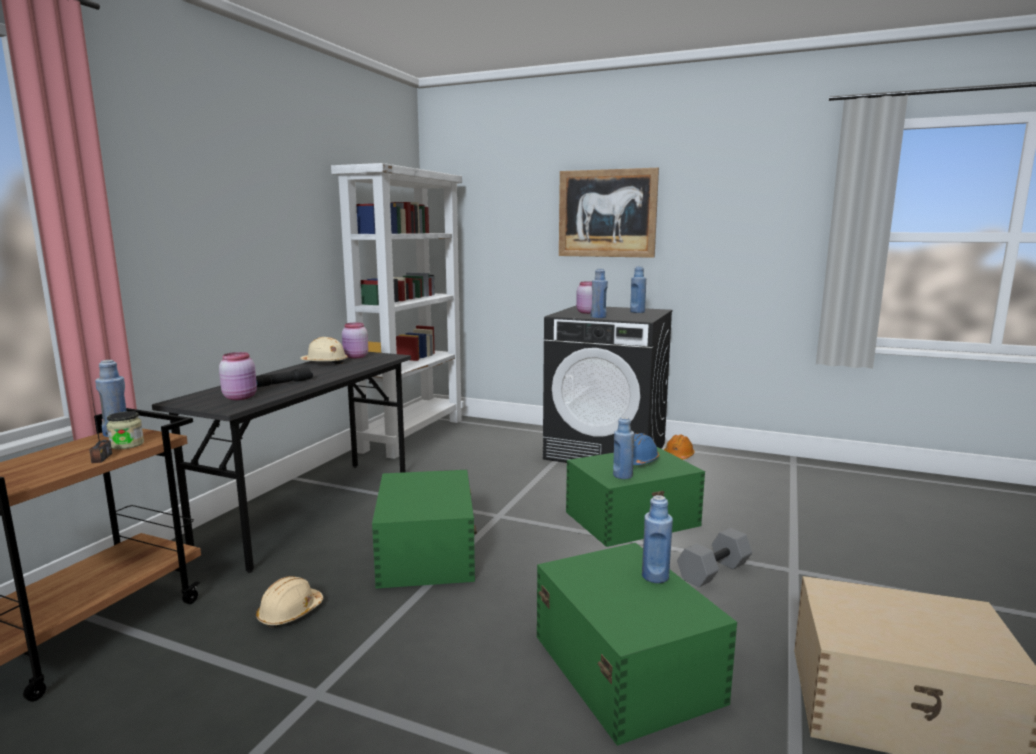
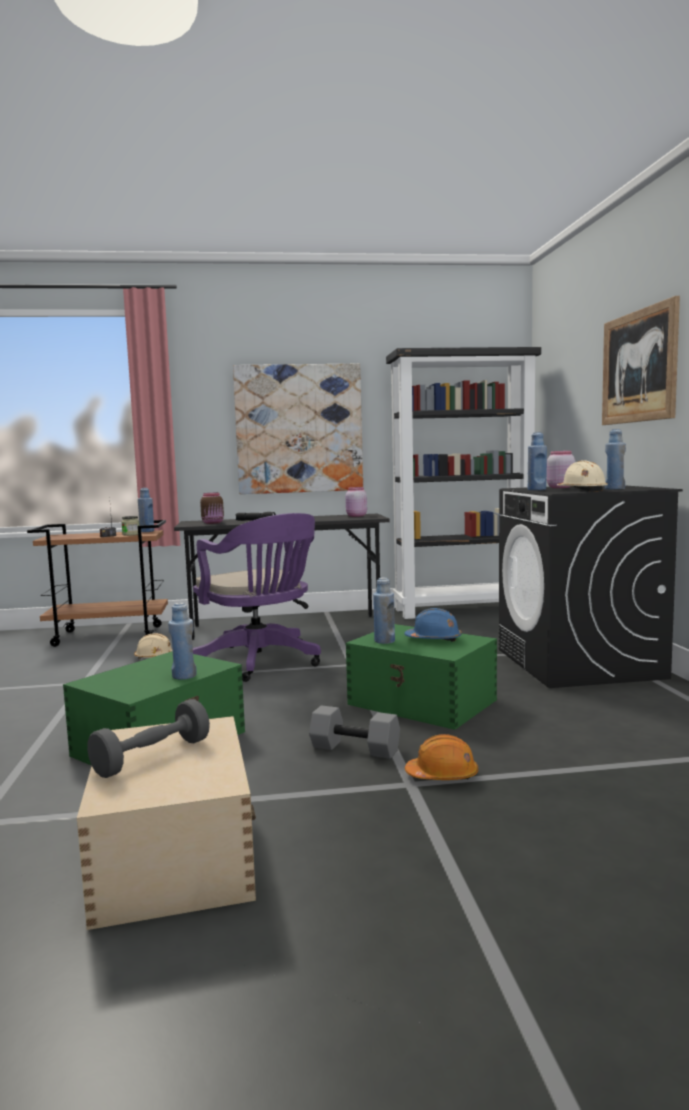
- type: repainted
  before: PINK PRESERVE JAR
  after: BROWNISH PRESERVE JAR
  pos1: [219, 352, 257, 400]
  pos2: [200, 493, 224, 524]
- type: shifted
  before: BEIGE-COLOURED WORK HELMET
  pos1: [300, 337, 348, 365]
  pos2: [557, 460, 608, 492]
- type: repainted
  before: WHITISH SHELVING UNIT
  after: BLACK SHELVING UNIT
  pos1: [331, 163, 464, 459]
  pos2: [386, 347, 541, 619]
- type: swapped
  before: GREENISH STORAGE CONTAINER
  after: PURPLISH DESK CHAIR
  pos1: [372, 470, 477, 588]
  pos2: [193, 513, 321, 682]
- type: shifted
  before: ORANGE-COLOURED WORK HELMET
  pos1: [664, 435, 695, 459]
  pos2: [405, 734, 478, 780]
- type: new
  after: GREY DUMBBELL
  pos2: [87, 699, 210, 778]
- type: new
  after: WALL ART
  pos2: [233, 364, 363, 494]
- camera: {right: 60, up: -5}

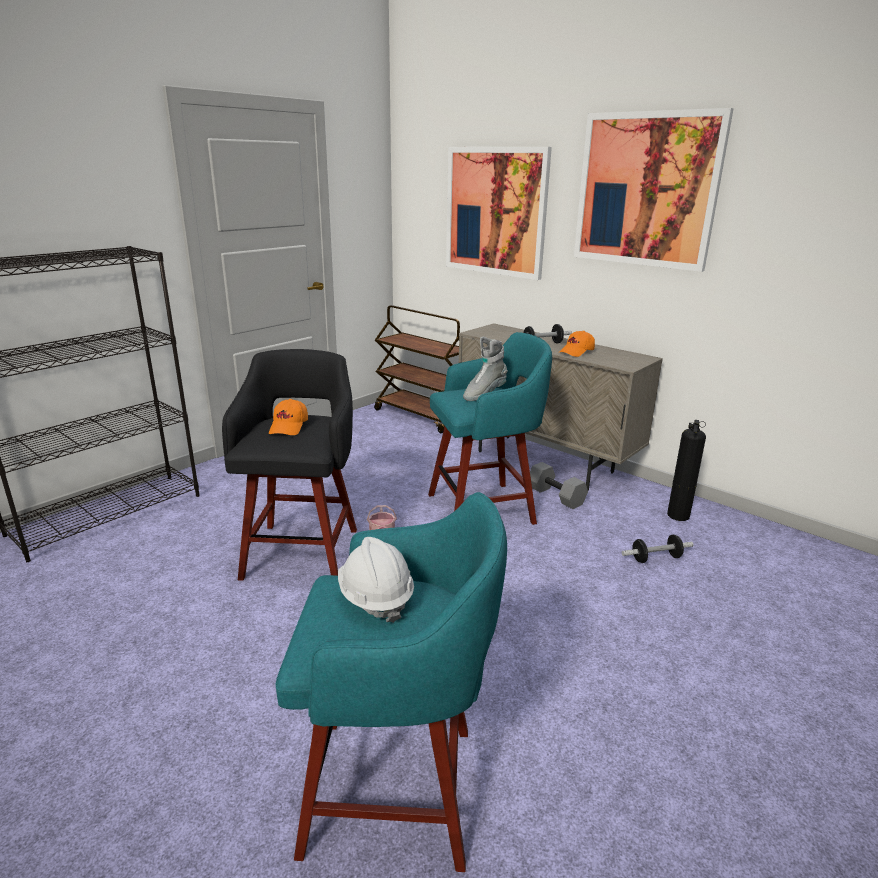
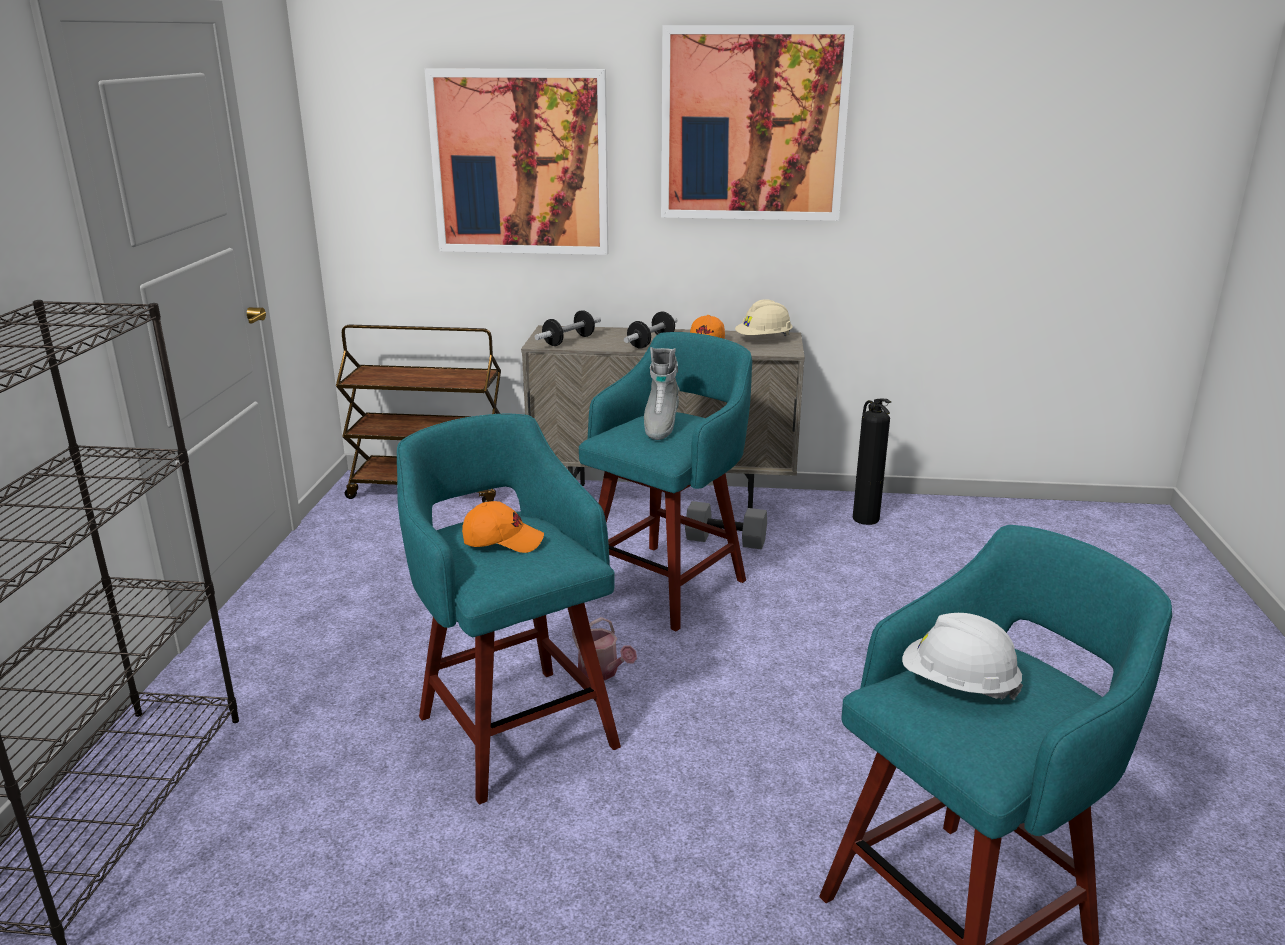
- type: repainted
  before: BLACK STOOL SEAT
  after: TURQUOISE-COLOURED STOOL SEAT
  pos1: [222, 349, 357, 581]
  pos2: [397, 414, 621, 805]
- type: rotated
  before: ORANGE-COLOURED BASEBALL CAP
  pos1: [269, 399, 308, 435]
  pos2: [462, 501, 544, 553]
  turn: -60
- type: shifted
  before: DUMBBELL
  pos1: [622, 535, 693, 563]
  pos2: [535, 310, 601, 346]
- type: new
  after: BEIGE-COLOURED WORK HELMET
  pos2: [735, 299, 793, 337]
- camera: {right: -35, up: 0}

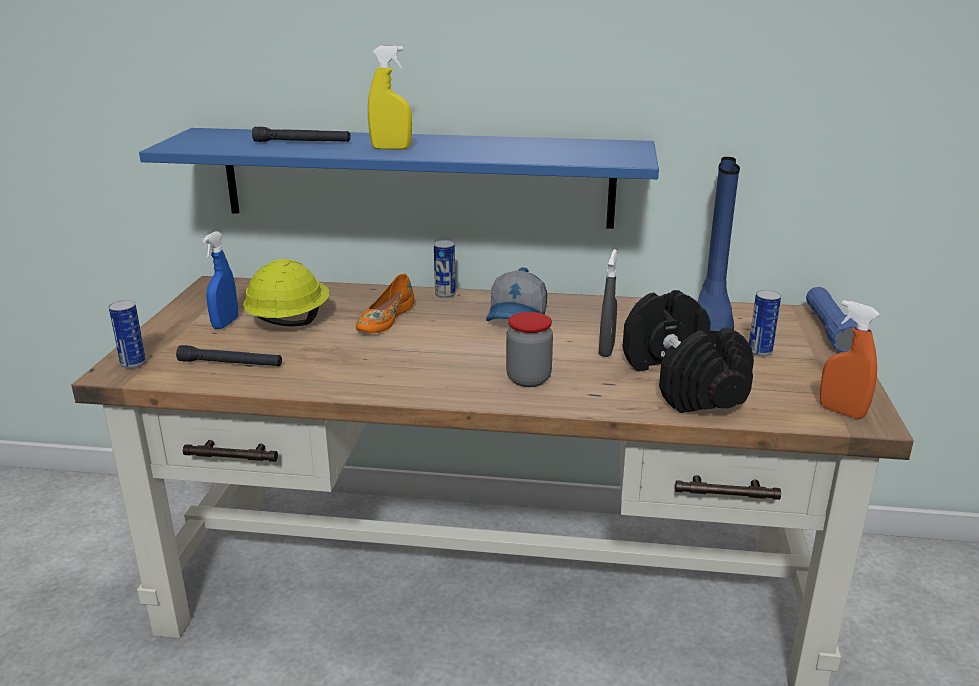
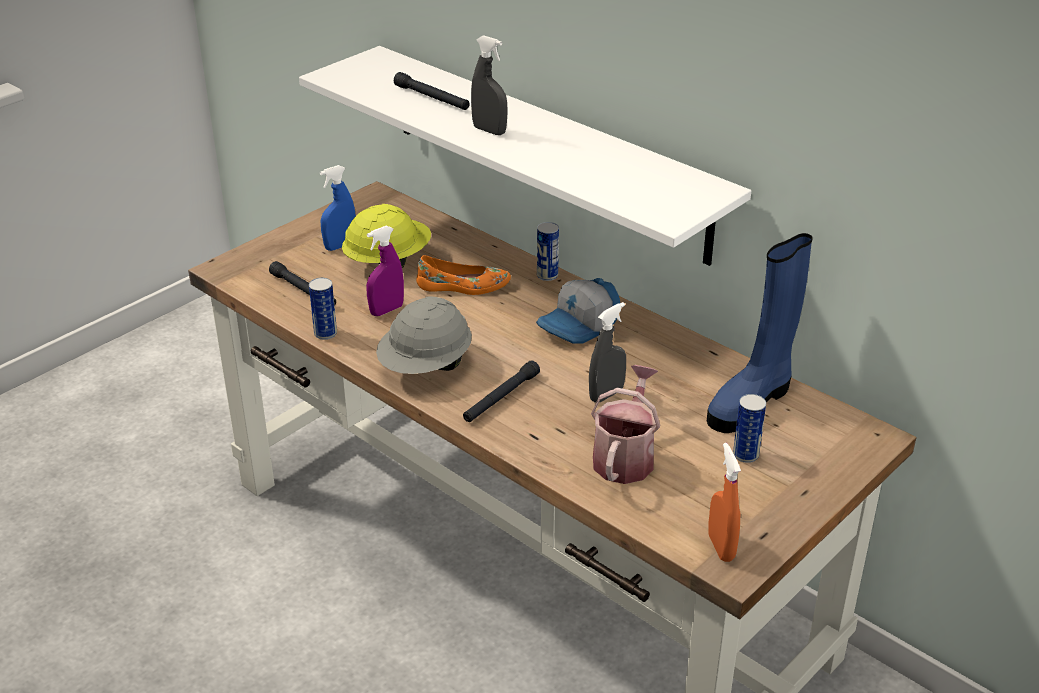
- type: shifted
  before: METAL CAN
  pos1: [109, 300, 146, 369]
  pos2: [309, 278, 337, 340]
- type: repainted
  before: BLUISH SHELF
  after: WHITISH SHELF
  pos1: [139, 128, 659, 229]
  pos2: [299, 46, 751, 266]
- type: rotated
  before: ORANGE-COLOURED LOW SHOE
  pos1: [356, 274, 414, 333]
  pos2: [416, 255, 511, 295]
  turn: -150
- type: repainted
  before: YELLOW-COLOURED HAND SPRAYER
  after: GREY HAND SPRAYER
  pos1: [368, 45, 412, 150]
  pos2: [471, 35, 508, 135]
- type: swapped
  before: PRESERVE JAR
  after: BLACK FLASHLIGHT
  pos1: [506, 312, 553, 387]
  pos2: [463, 360, 540, 422]
- type: swapped
  before: BLACK DUMBBELL
  after: SPRINKLING CAN
  pos1: [623, 290, 754, 413]
  pos2: [591, 365, 661, 484]
- type: gone
  before: BLUISH FLASHLIGHT
  pos1: [806, 287, 857, 352]
- type: new
  after: PURPLISH HAND SPRAYER
  pos2: [366, 226, 404, 316]
- type: new
  after: GREY WORK HELMET
  pos2: [376, 296, 472, 374]
- camera: {right: 35, up: 10}

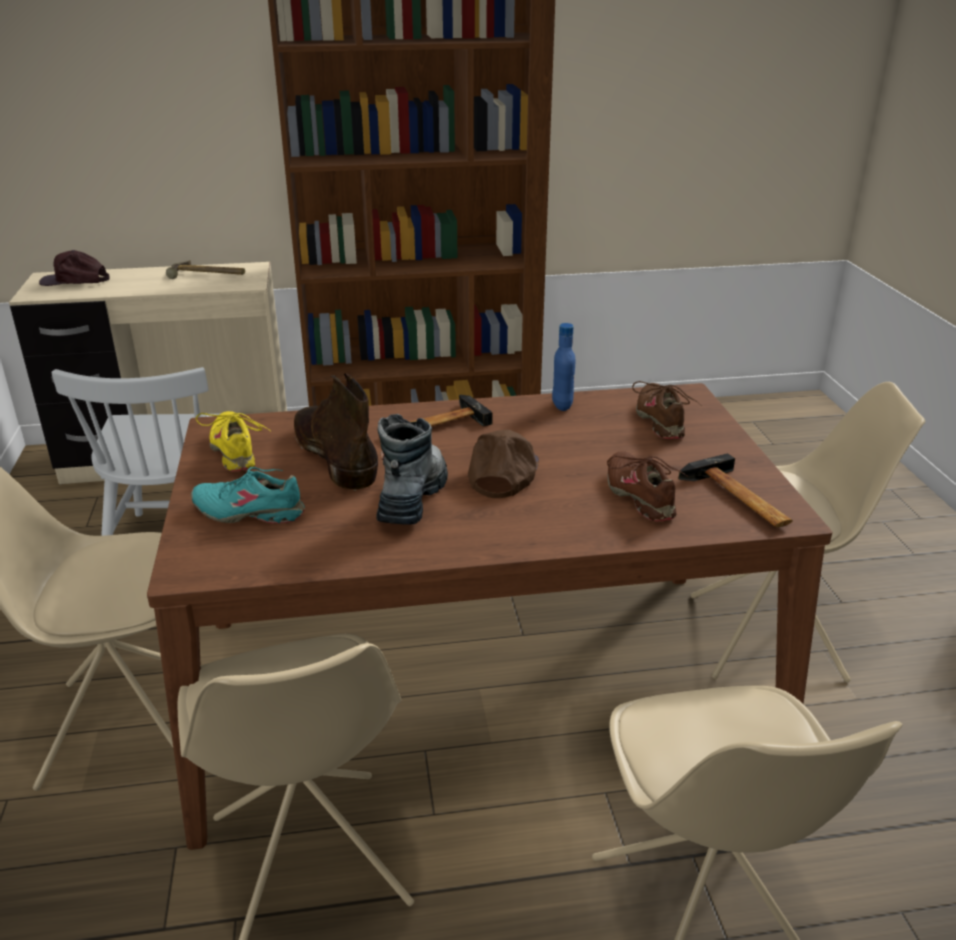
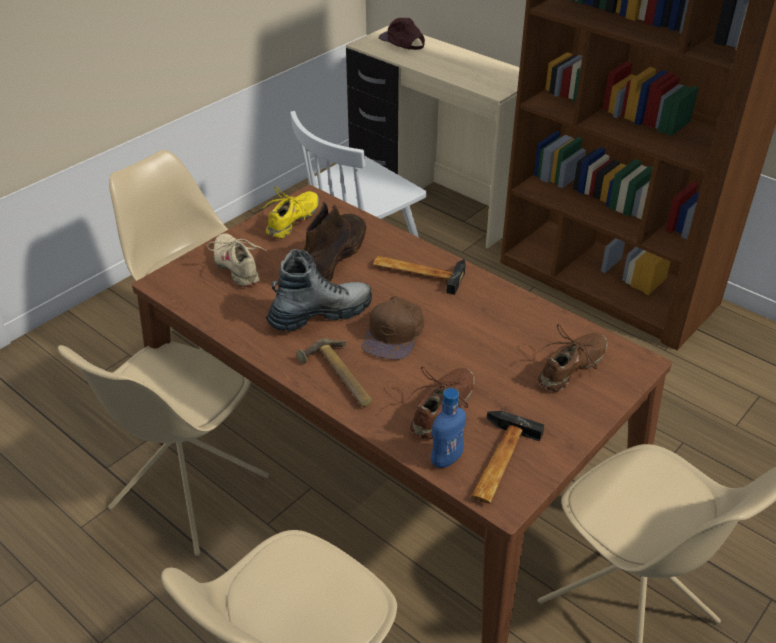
- type: shifted
  before: TOOL HAMMER
  pos1: [166, 260, 245, 279]
  pos2: [297, 338, 372, 406]
- type: repainted
  before: TURQUOISE-COLOURED LOW SHOE
  after: BEIGE-COLOURED LOW SHOE
  pos1: [191, 467, 305, 523]
  pos2: [207, 233, 267, 287]
- type: rotated
  before: BROWNISH BASEBALL CAP
  pos1: [468, 430, 539, 498]
  pos2: [362, 296, 424, 360]
  turn: 135
- type: shifted
  before: BLUISH BOTTLE
  pos1: [552, 323, 575, 411]
  pos2: [431, 388, 466, 468]
- camera: {right: 50, up: 10}

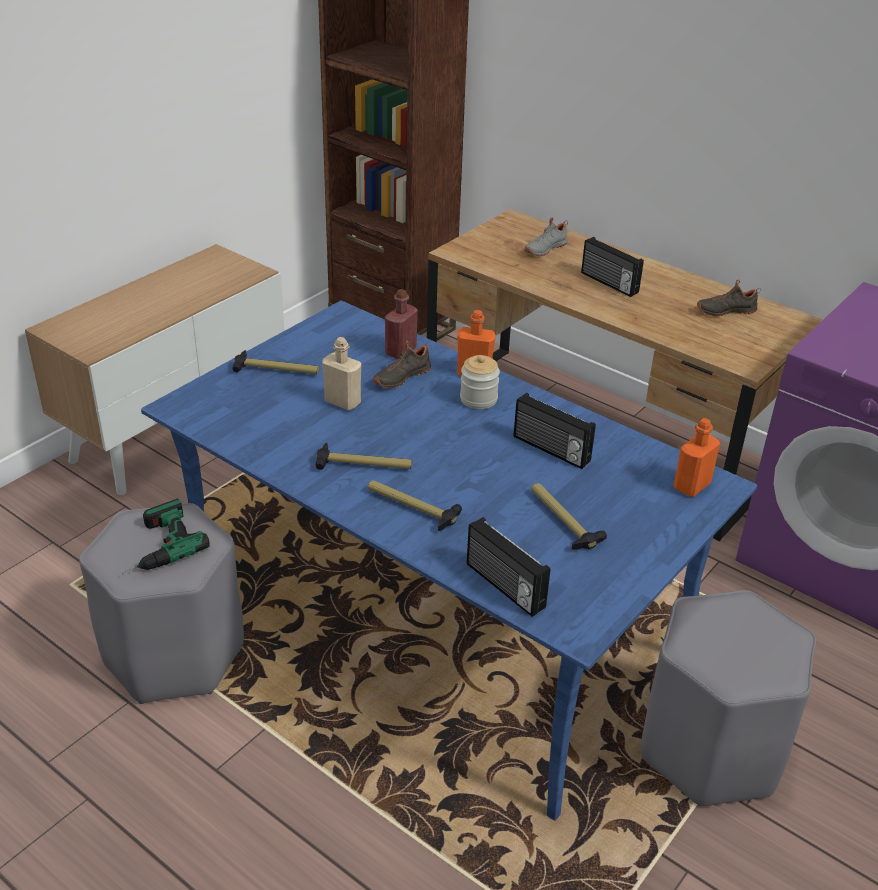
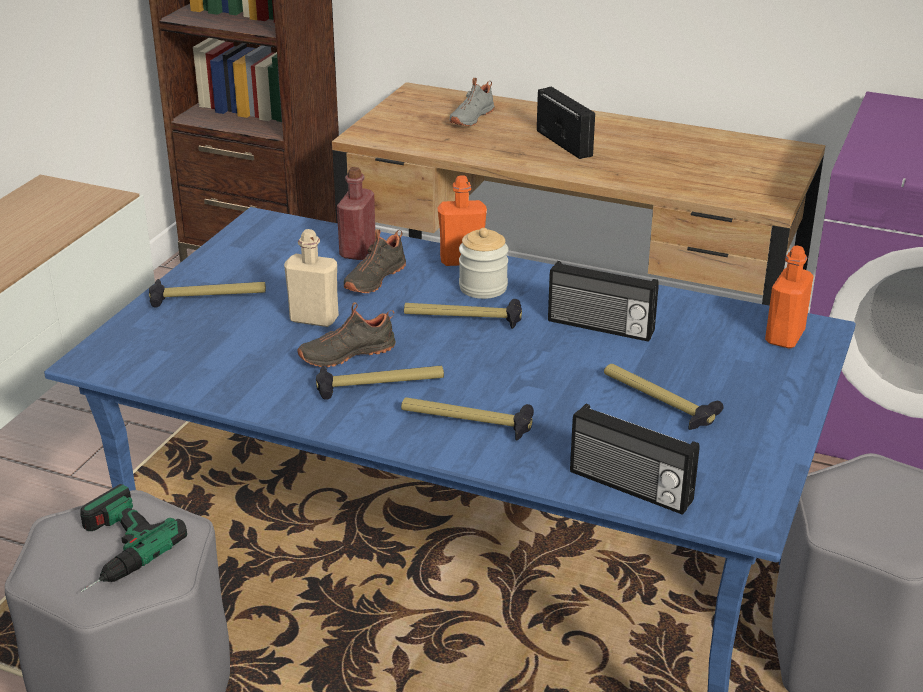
- type: rotated
  before: RADIO RECEIVER
  pos1: [581, 237, 644, 297]
  pos2: [537, 87, 595, 159]
  turn: -150
- type: shifted
  before: BLACK LOW SHOE
  pos1: [697, 279, 760, 317]
  pos2: [297, 302, 396, 367]
- type: new
  after: TOOL HAMMER
  pos2: [404, 299, 522, 329]
- camera: {right: -15, up: -5}

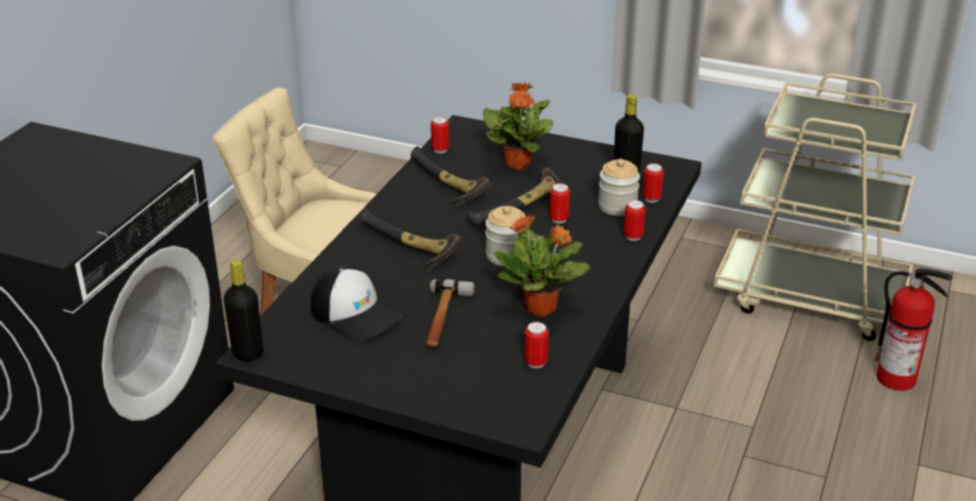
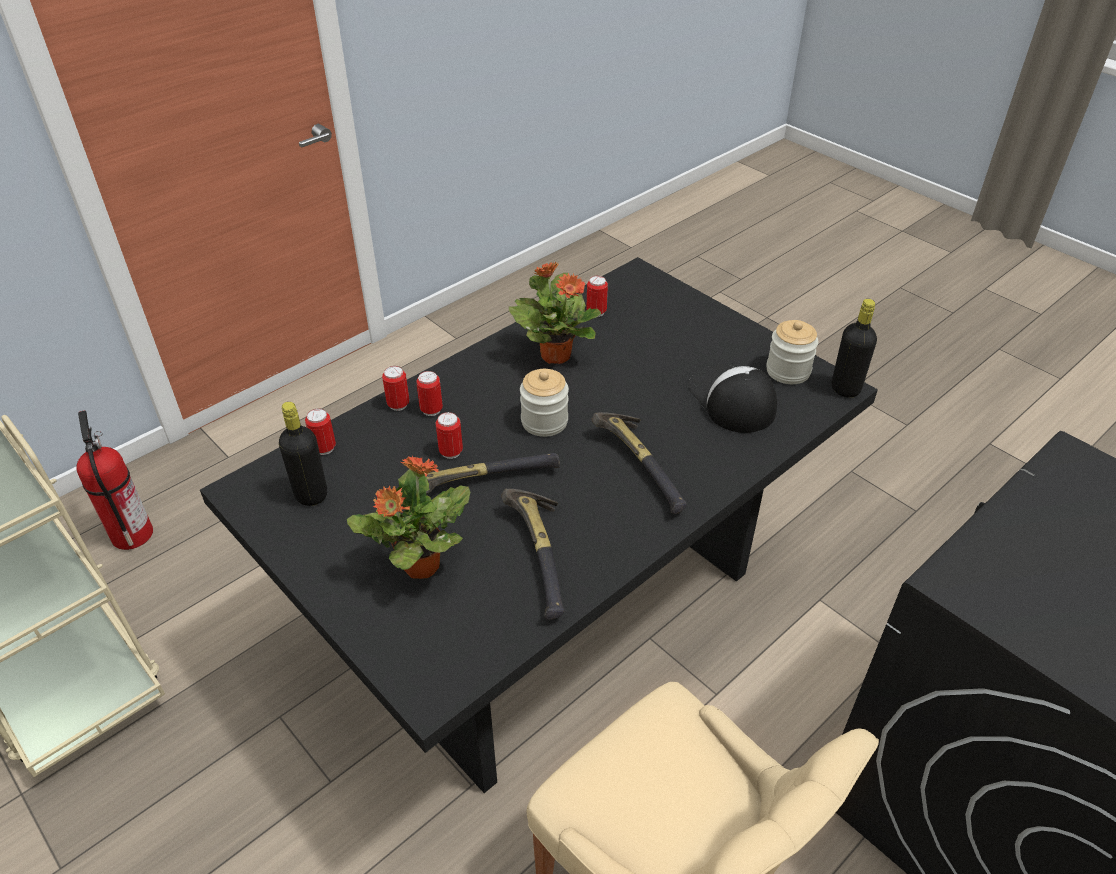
- type: gone
  before: TOOL HAMMER
  pos1: [426, 279, 475, 347]
- type: shifted
  before: METAL CAN
  pos1: [431, 116, 449, 153]
  pos2: [416, 371, 443, 416]
- type: shifted
  before: PRESERVE JAR
  pos1: [598, 159, 640, 216]
  pos2: [766, 320, 819, 384]
- camera: {right: -155, up: 10}

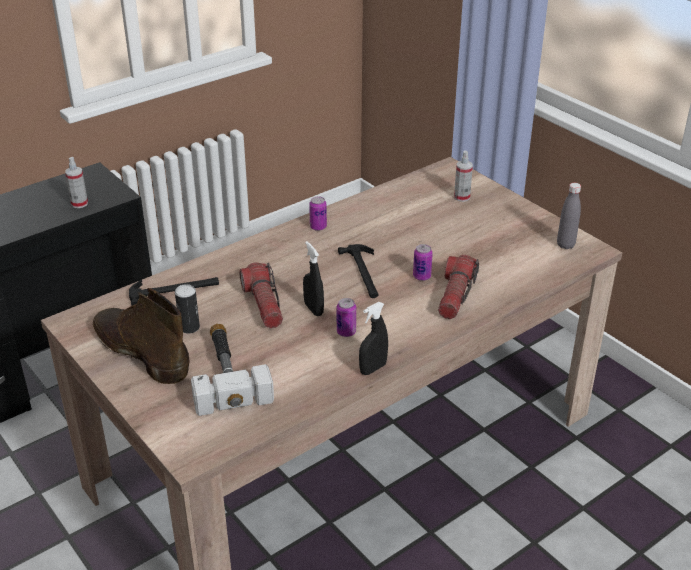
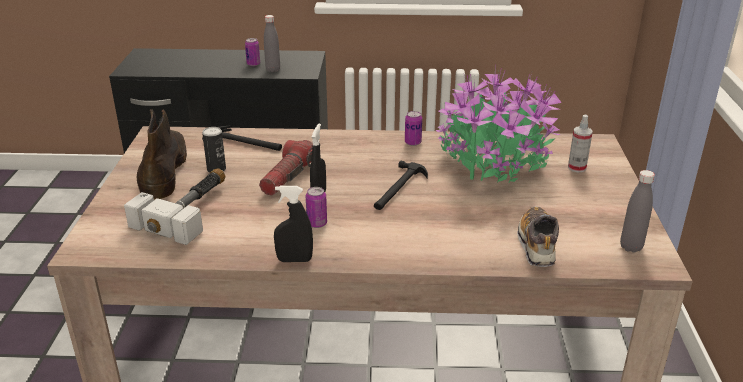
- type: swapped
  before: HAND SPRAYER
  after: GREY BOTTLE
  pos1: [65, 157, 88, 208]
  pos2: [264, 15, 280, 72]
- type: shifted
  before: METAL CAN
  pos1: [413, 244, 433, 281]
  pos2: [245, 38, 260, 66]
- type: gone
  before: FLASHLIGHT
  pos1: [438, 255, 479, 319]
- type: new
  after: PLANT IN A POT
  pos2: [436, 65, 562, 184]
- type: new
  after: LOW SHOE
  pos2: [517, 206, 559, 267]
- camera: {right: 40, up: -5}

